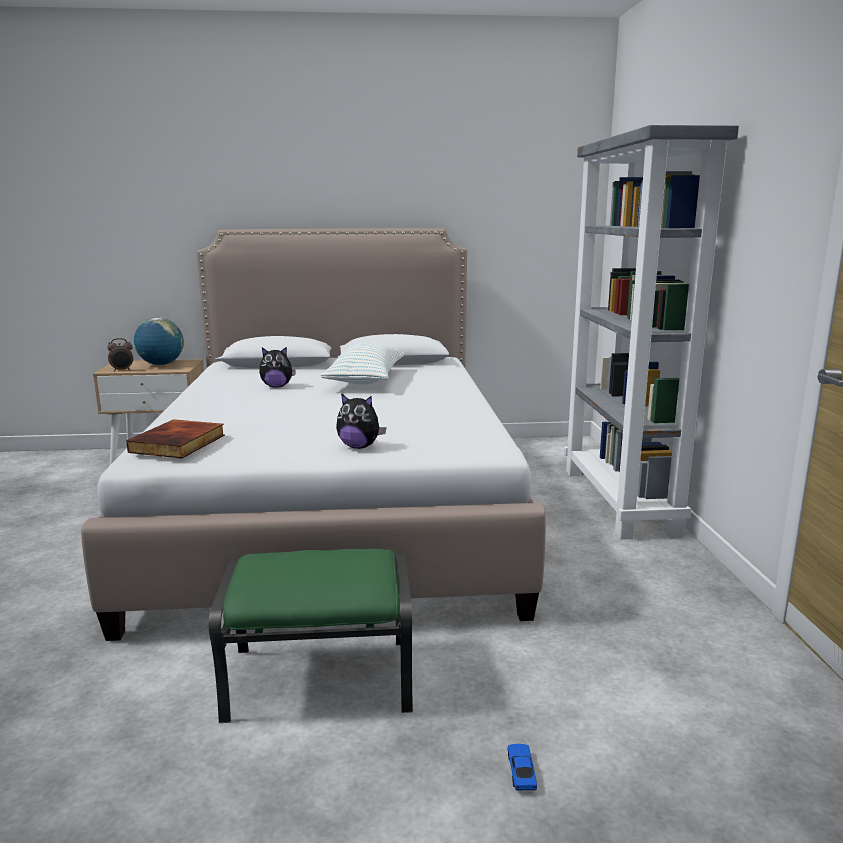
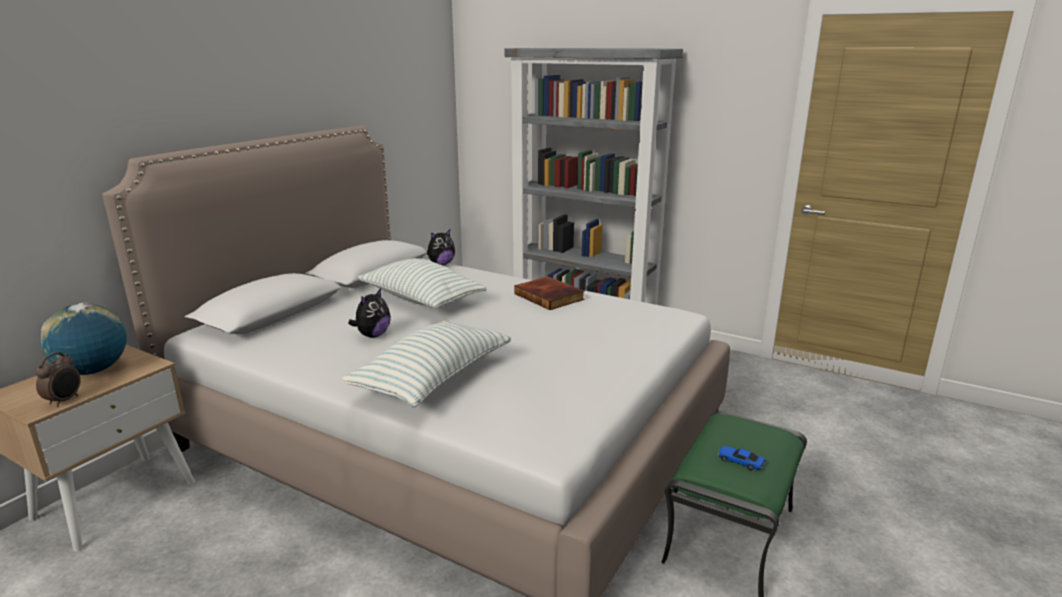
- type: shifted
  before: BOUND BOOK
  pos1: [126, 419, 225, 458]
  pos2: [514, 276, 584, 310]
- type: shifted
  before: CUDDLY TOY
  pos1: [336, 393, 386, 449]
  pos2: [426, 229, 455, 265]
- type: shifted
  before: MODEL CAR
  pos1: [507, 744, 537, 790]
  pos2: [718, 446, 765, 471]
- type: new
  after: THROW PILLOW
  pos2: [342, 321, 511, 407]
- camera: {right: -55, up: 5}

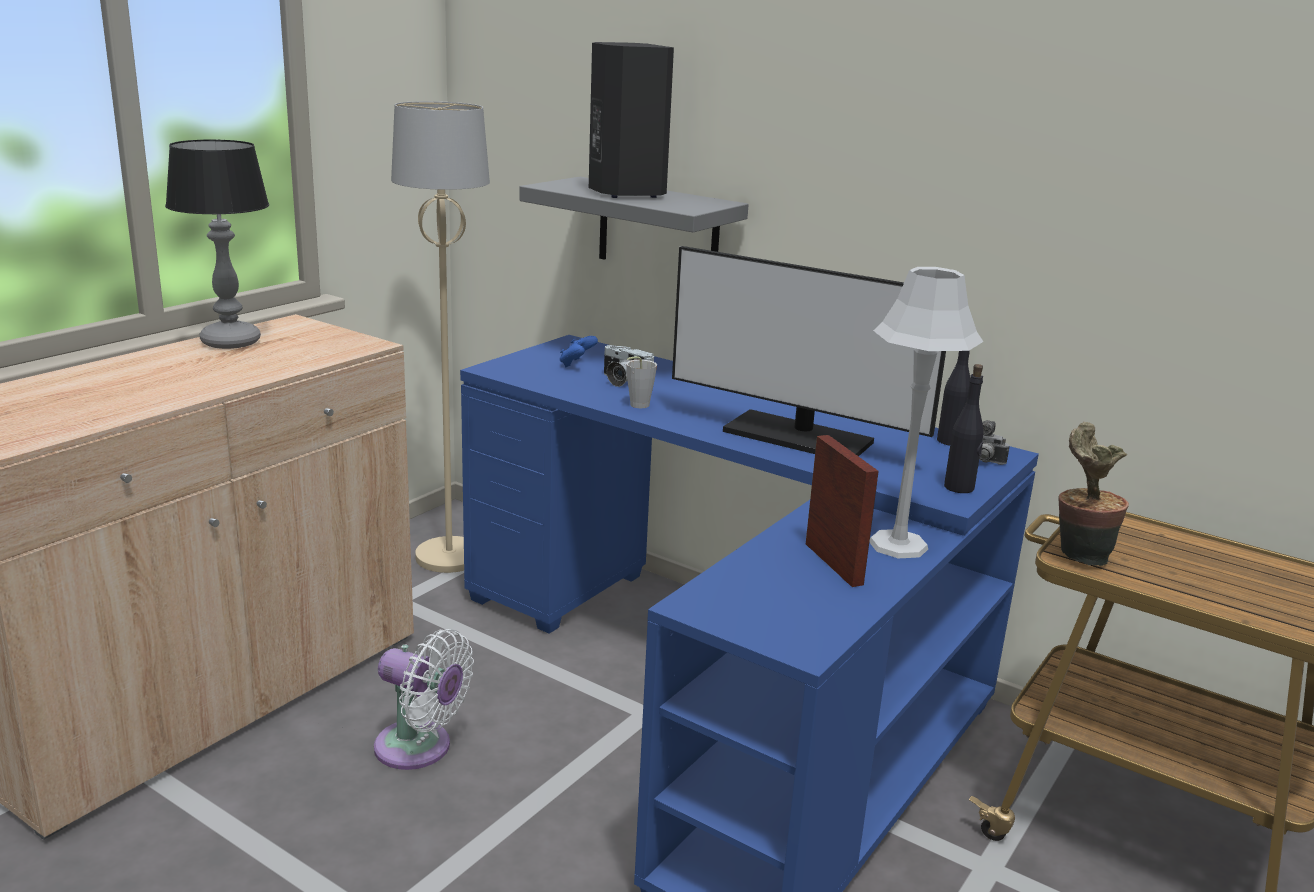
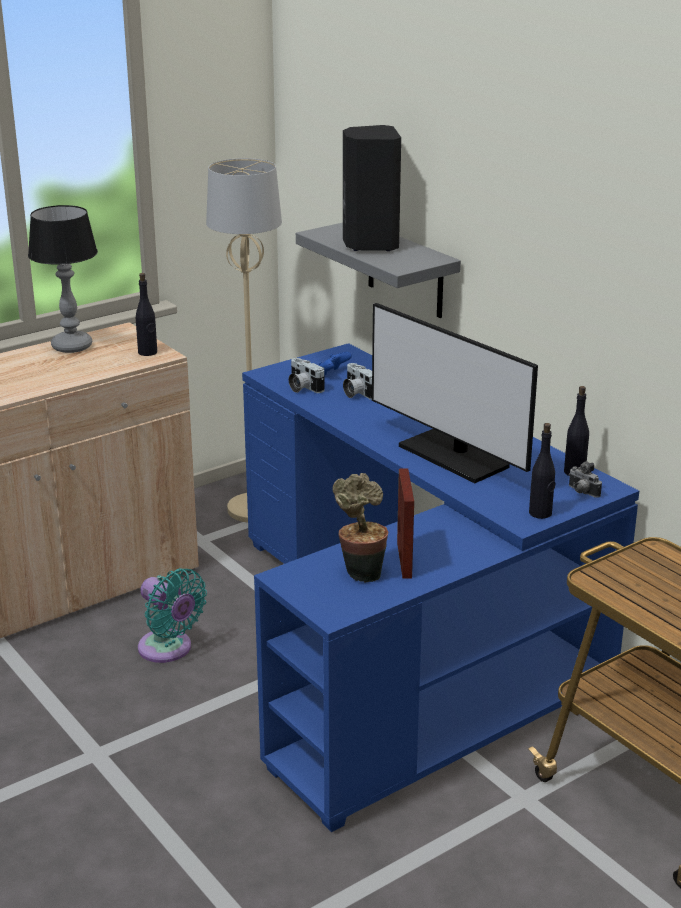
- type: repainted
  before: WHITISH COOLING FAN
  after: TURQUOISE-COLOURED COOLING FAN
  pos1: [374, 629, 474, 770]
  pos2: [138, 568, 207, 663]
- type: gone
  before: GREY SMALL CUP
  pos1: [626, 356, 657, 408]
- type: gone
  before: GREY LAMP FOR A TABLE
  pos1: [869, 267, 983, 558]
- type: shifted
  before: PLANT IN A POT
  pos1: [1059, 422, 1129, 566]
  pos2: [332, 473, 388, 583]
- type: new
  after: BLACK BOTTLE
  pos2: [136, 273, 157, 356]
- type: new
  after: PHOTO CAMERA
  pos2: [289, 358, 324, 393]
- camera: {right: 20, up: 5}

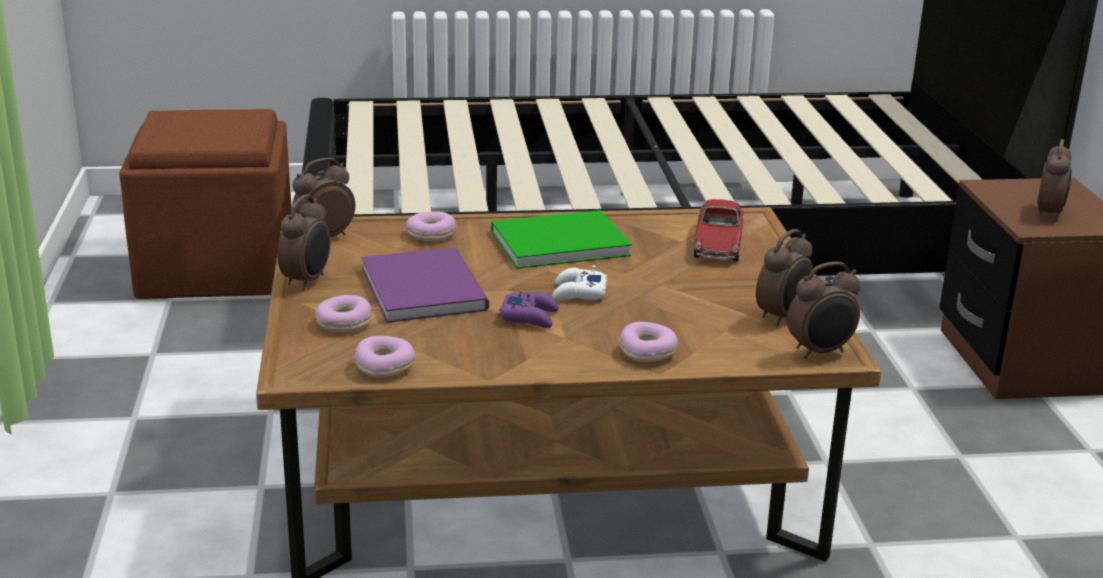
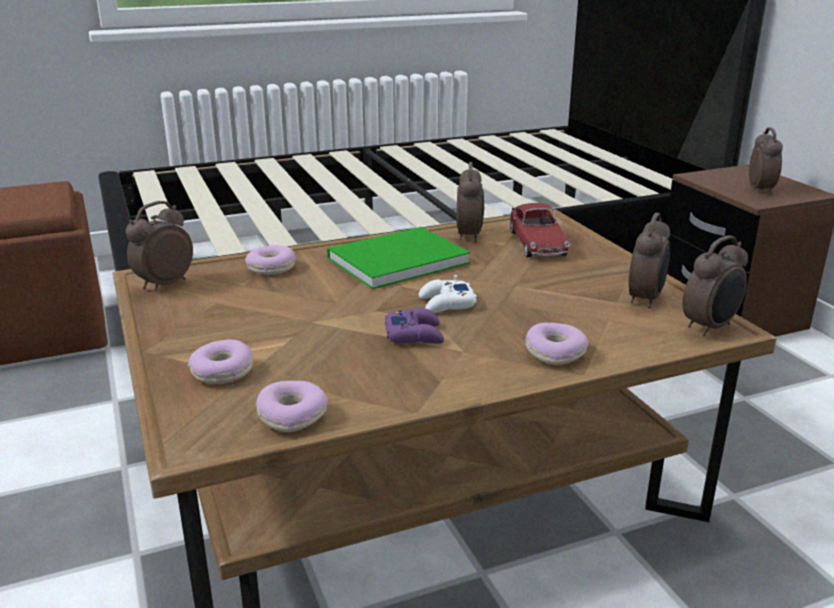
- type: shifted
  before: ALARM CLOCK
  pos1: [277, 195, 330, 290]
  pos2: [456, 162, 484, 242]
- type: gone
  before: PURPLISH BOUND BOOK
  pos1: [362, 247, 489, 323]
- camera: {right: -15, up: 0}

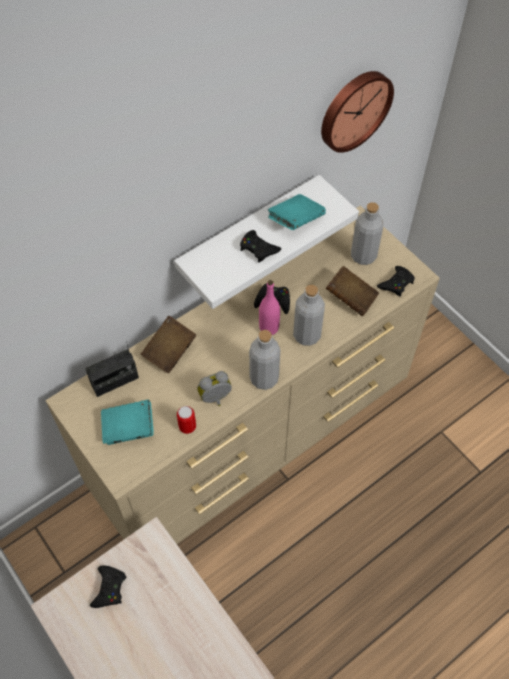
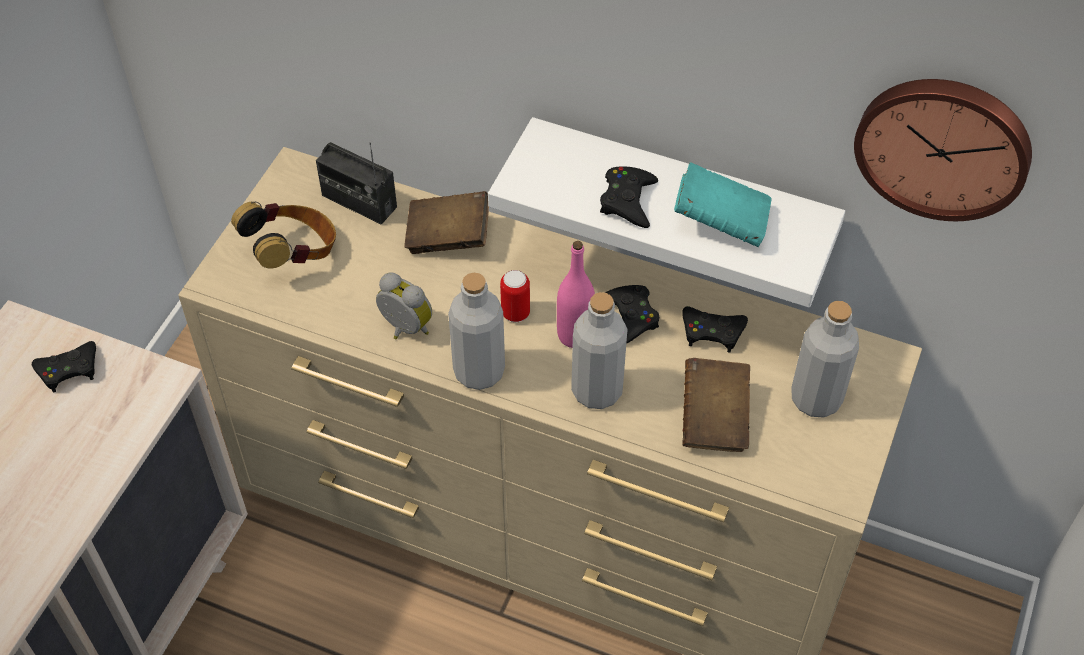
- type: swapped
  before: TURQUOISE-COLOURED BOUND BOOK
  after: HEADSET
  pos1: [101, 400, 154, 445]
  pos2: [231, 202, 336, 269]
- type: shifted
  before: METAL CAN
  pos1: [177, 406, 196, 434]
  pos2: [500, 270, 530, 322]
- type: shifted
  before: BLACK GAMEPAD
  pos1: [377, 266, 415, 297]
  pos2: [682, 306, 748, 353]
- camera: {right: 60, up: -5}

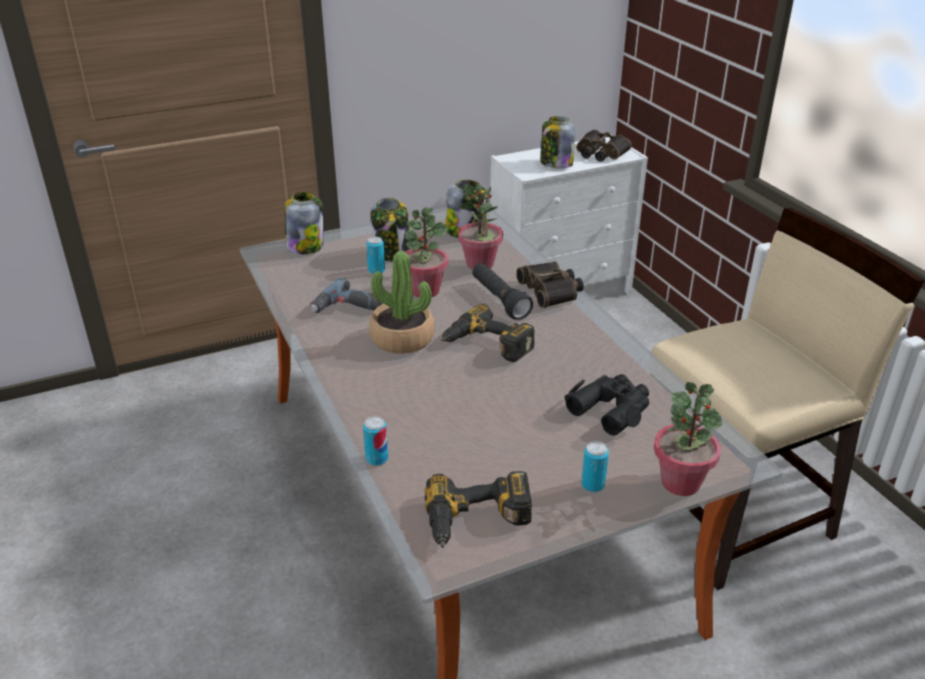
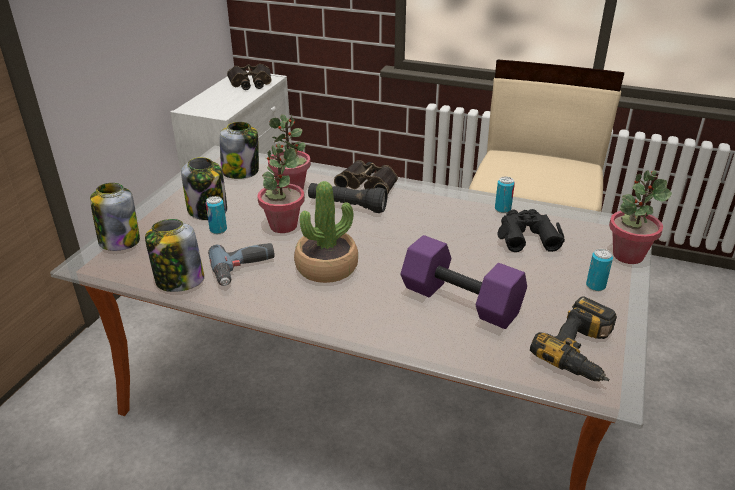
- type: shifted
  before: METAL CAN
  pos1: [363, 416, 388, 466]
  pos2: [495, 177, 515, 213]
- type: gone
  before: POWER DRILL
  pos1: [441, 304, 535, 362]
- type: shifted
  before: PRESERVE JAR
  pos1: [541, 116, 575, 168]
  pos2: [145, 219, 204, 292]
- type: new
  after: PURPLISH DUMBBELL
  pos2: [401, 235, 527, 329]
- camera: {right: -45, up: 0}

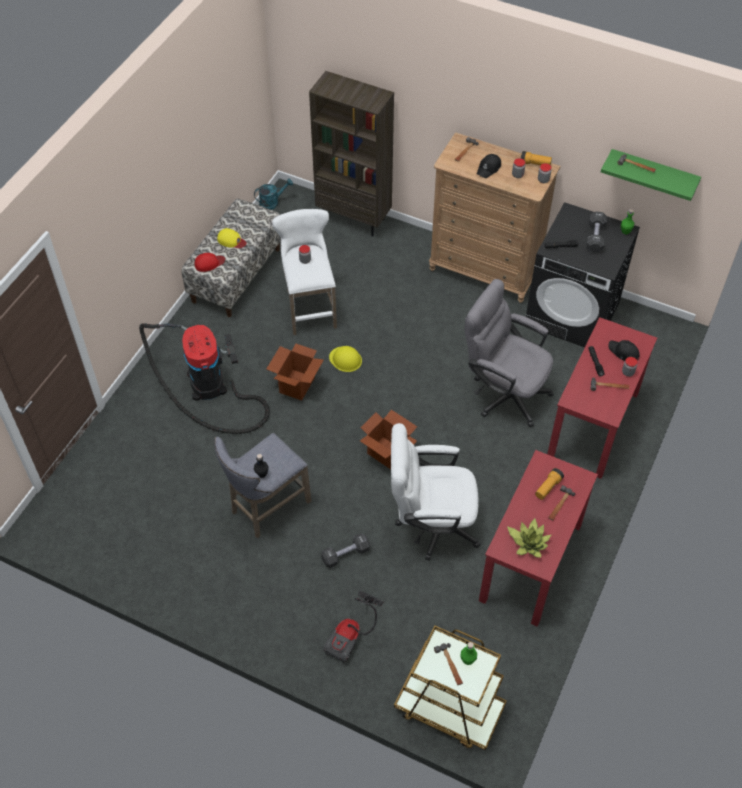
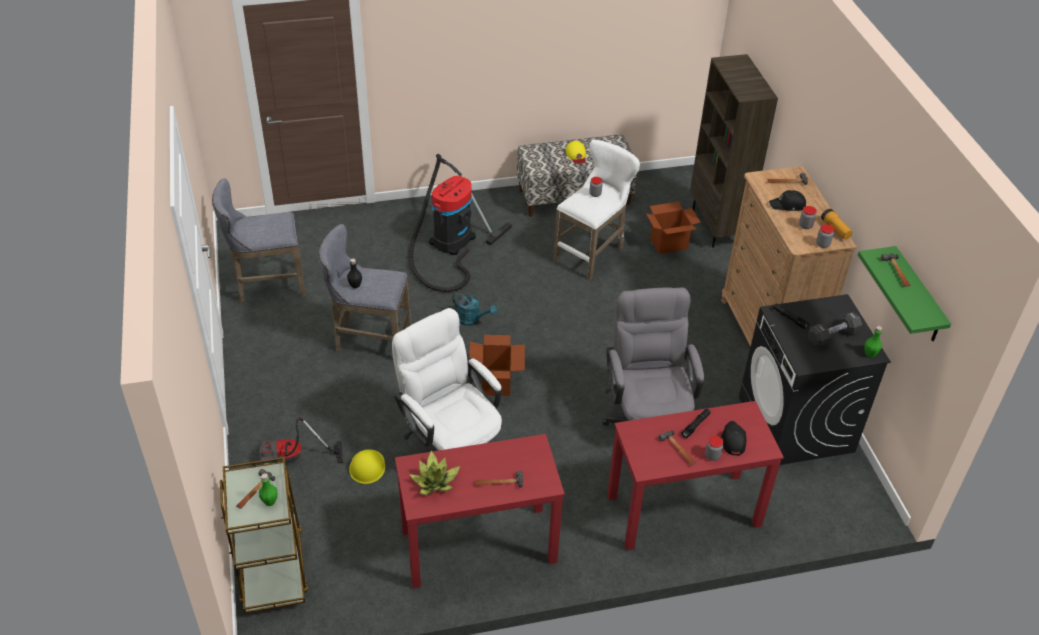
- type: gone
  before: REDDISH BASEBALL CAP
  pos1: [195, 253, 225, 272]
- type: shifted
  before: TURQUOISE-COLOURED SPRINKLING CAN
  pos1: [254, 179, 293, 210]
  pos2: [452, 292, 497, 326]
- type: shifted
  before: CARDBOARD BOX
  pos1: [267, 344, 324, 401]
  pos2: [646, 201, 701, 254]
- type: gone
  before: BLACK DUMBBELL
  pos1: [321, 533, 370, 568]
- type: shifted
  before: YELLOW-COLOURED WORK HELMET
  pos1: [329, 346, 362, 372]
  pos2: [349, 449, 385, 484]
- type: gone
  before: FLASHLIGHT
  pos1: [535, 468, 564, 500]
- type: new
  after: GREY STOOL SEAT
  pos2: [212, 178, 306, 303]
- camera: {right: 50, up: -10}

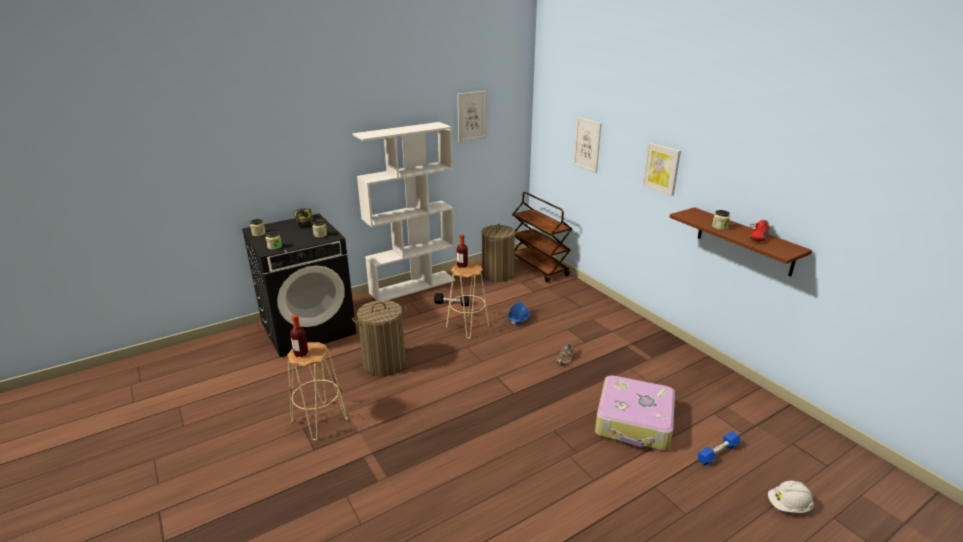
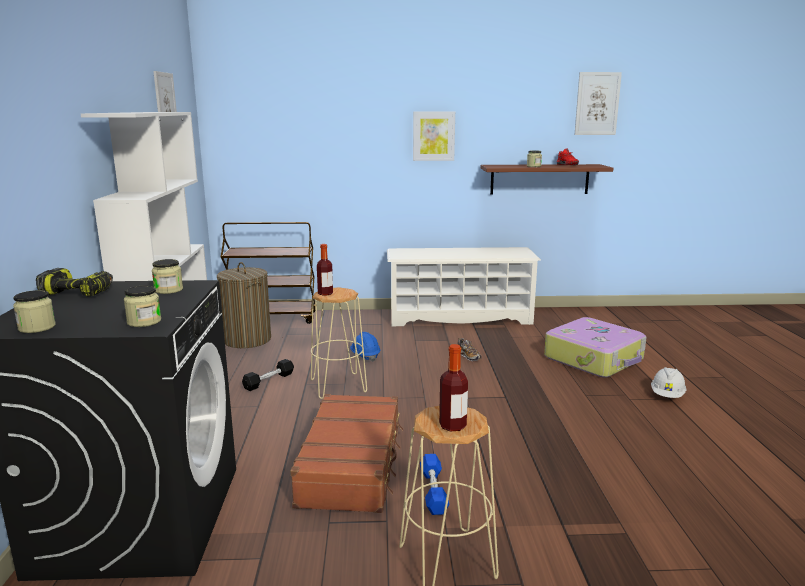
- type: swapped
  before: WASHING BASKET
  after: BROWNISH PIECE OF LUGGAGE
  pos1: [352, 300, 407, 376]
  pos2: [290, 394, 403, 513]
- type: shifted
  before: WALL ART
  pos1: [573, 117, 602, 173]
  pos2: [575, 72, 622, 135]
- type: shifted
  before: BLUISH DUMBBELL
  pos1: [697, 431, 741, 465]
  pos2: [420, 454, 449, 515]
- type: shifted
  before: WHITISH WORK HELMET
  pos1: [768, 481, 814, 513]
  pos2: [651, 367, 686, 398]
- type: new
  after: WHITISH SHOE SHELF
  pos2: [387, 247, 541, 327]
- camera: {right: -60, up: -10}

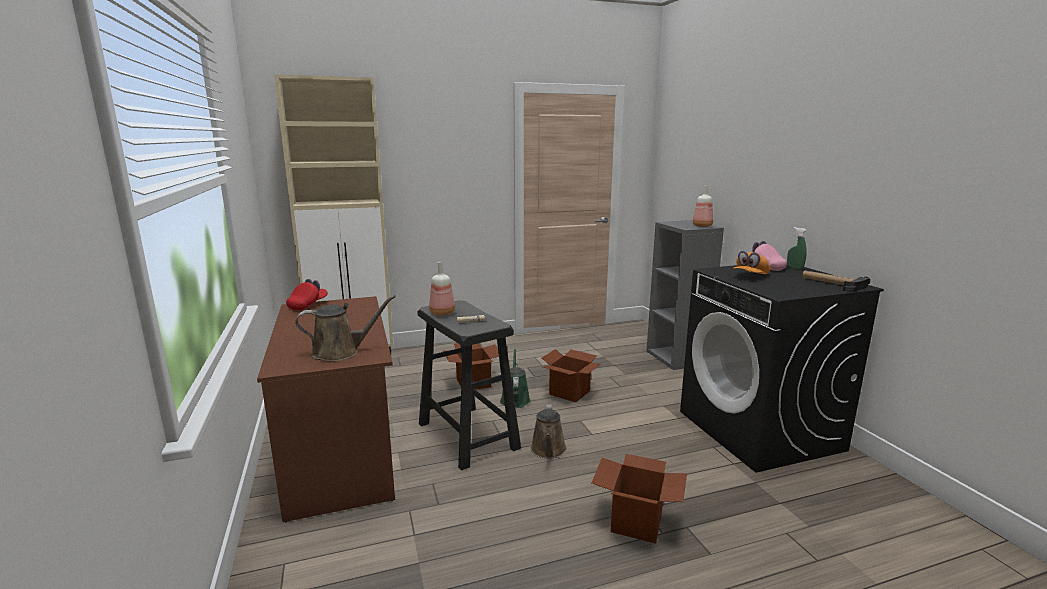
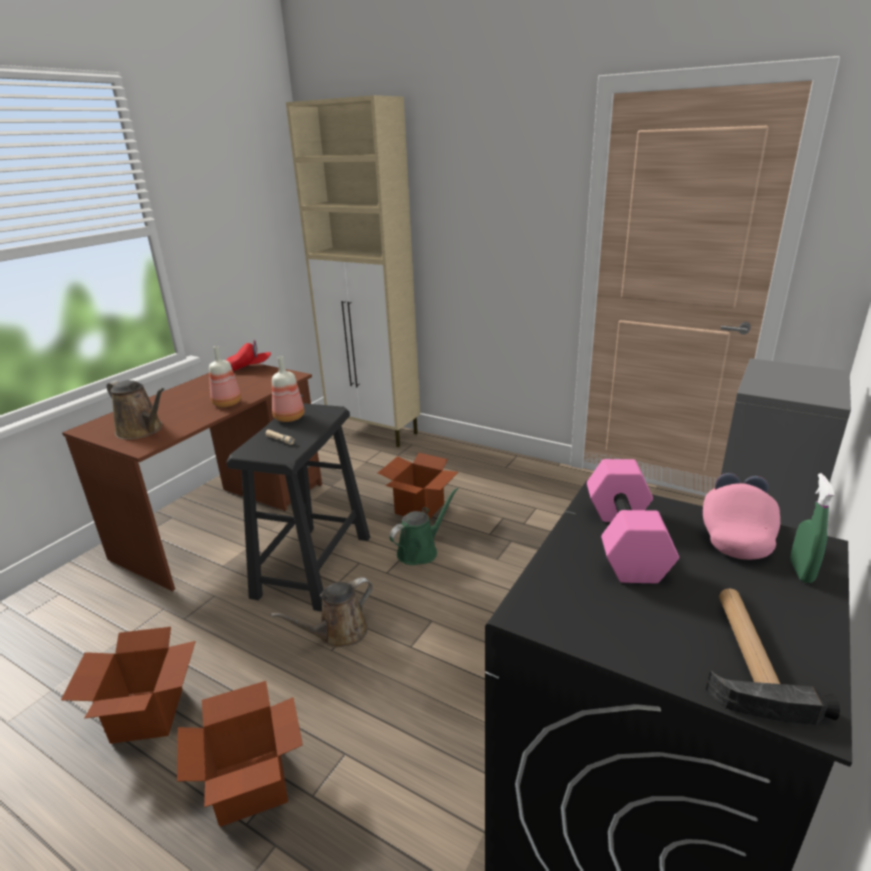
- type: shifted
  before: CARDBOARD BOX
  pos1: [542, 349, 600, 402]
  pos2: [61, 627, 196, 744]
- type: shifted
  before: BOTTLE
  pos1: [693, 185, 713, 227]
  pos2: [209, 346, 241, 407]
- type: swapped
  before: ORANGE-COLOURED BASEBALL CAP
  after: PINK DUMBBELL
  pos1: [732, 251, 770, 274]
  pos2: [587, 459, 679, 583]
- camera: {right: 50, up: 10}

